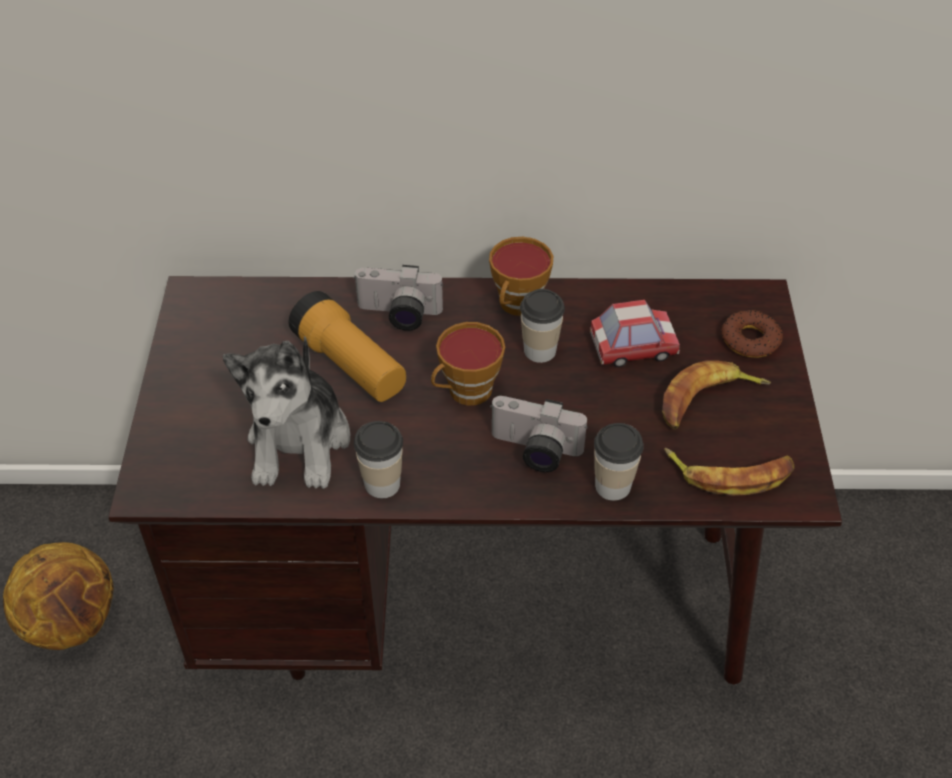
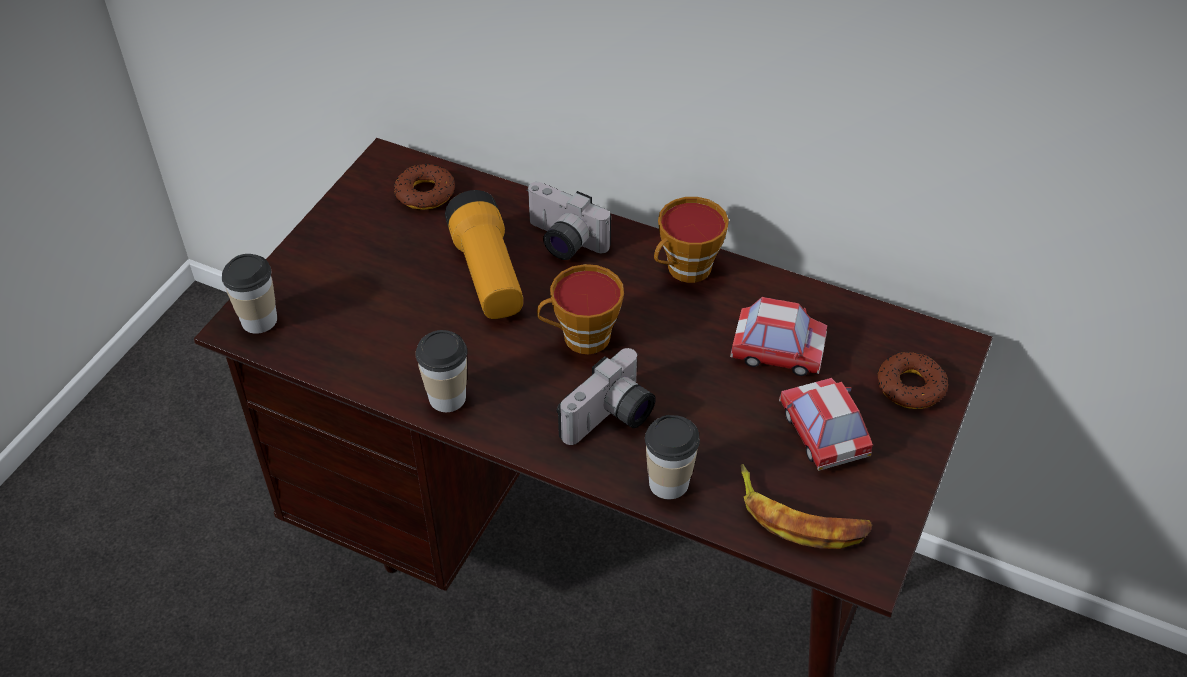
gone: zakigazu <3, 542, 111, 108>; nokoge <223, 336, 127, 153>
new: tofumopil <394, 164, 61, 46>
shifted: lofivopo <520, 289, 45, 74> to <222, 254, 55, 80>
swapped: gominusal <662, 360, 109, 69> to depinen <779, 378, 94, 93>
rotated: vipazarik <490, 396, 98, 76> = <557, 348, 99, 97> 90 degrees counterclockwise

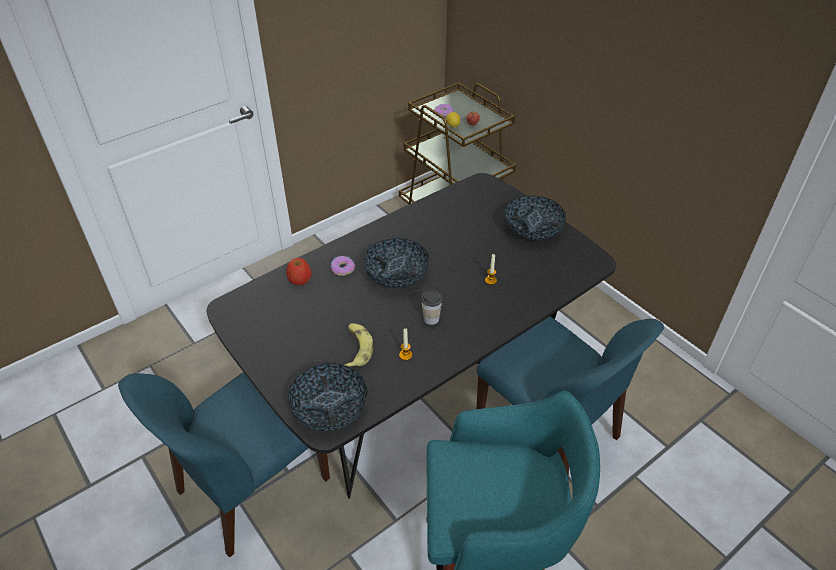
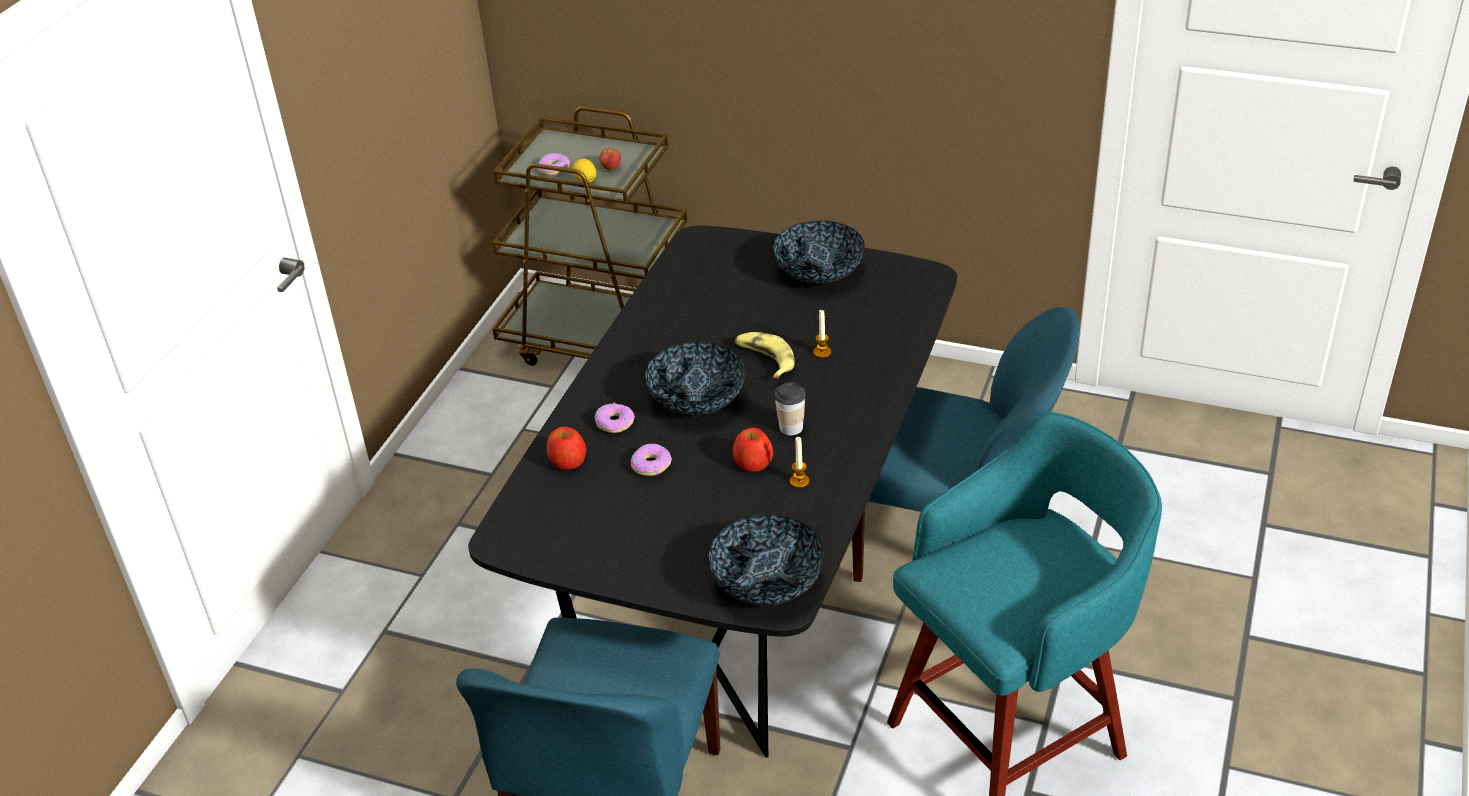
new: tofumopil <631, 444, 41, 32>; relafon <733, 428, 40, 44>
shifted: gominusal <345, 323, 28, 44> to <735, 332, 59, 46>

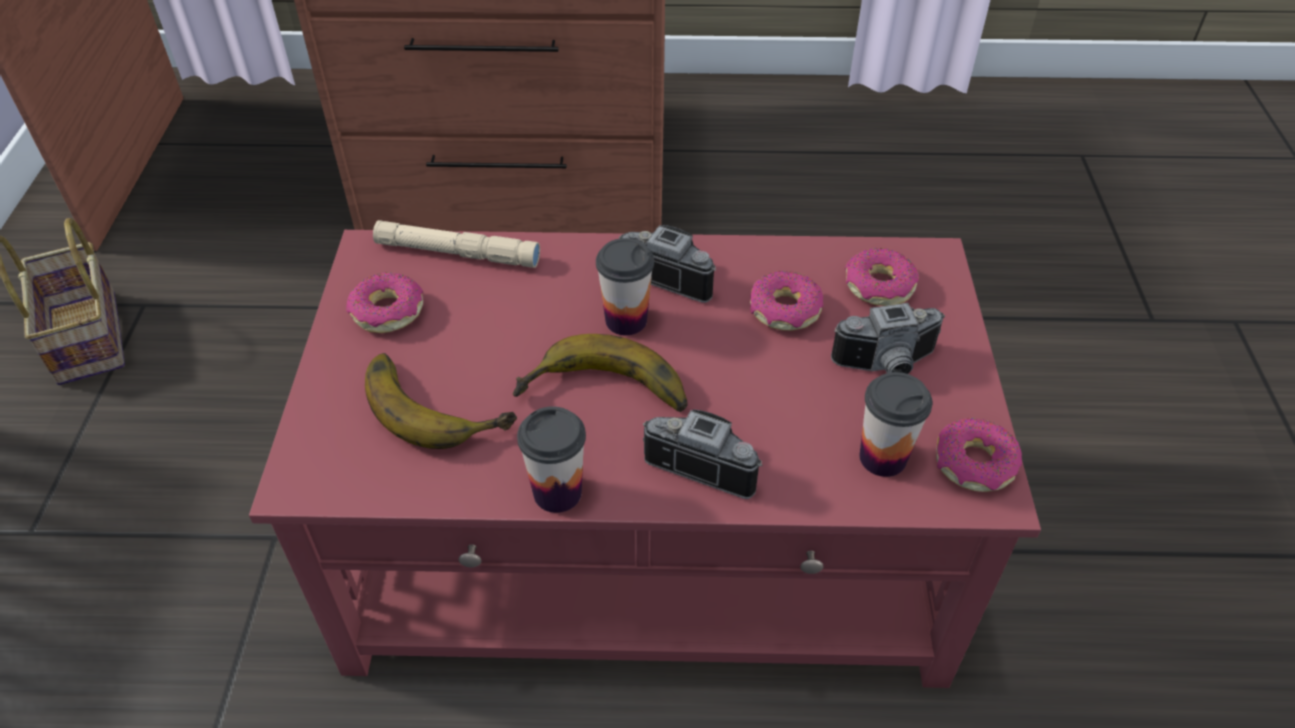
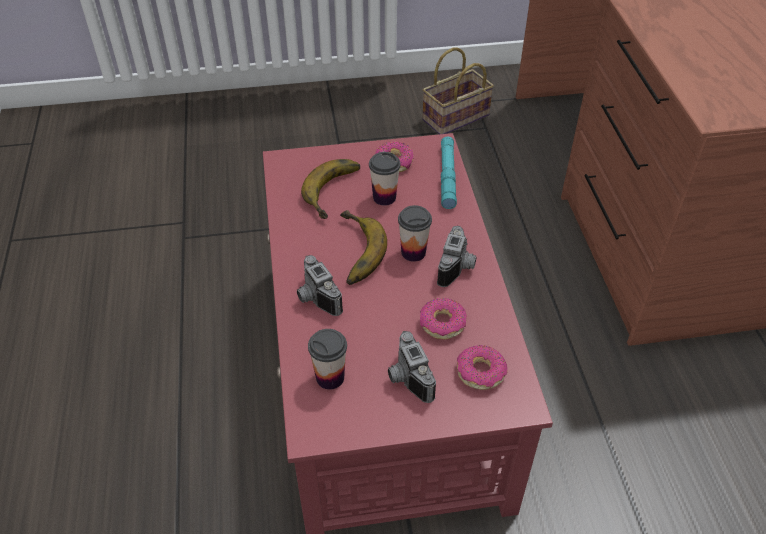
gone: tofumopil <936, 418, 86, 74>
shifted: lofivopo <517, 406, 69, 107> to <369, 152, 31, 54>
repainted: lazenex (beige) <373, 220, 167, 48> to lazenex (turquoise) <441, 137, 16, 72>
rotated: vipazarik <643, 409, 119, 90> = <297, 255, 46, 61> 135 degrees clockwise

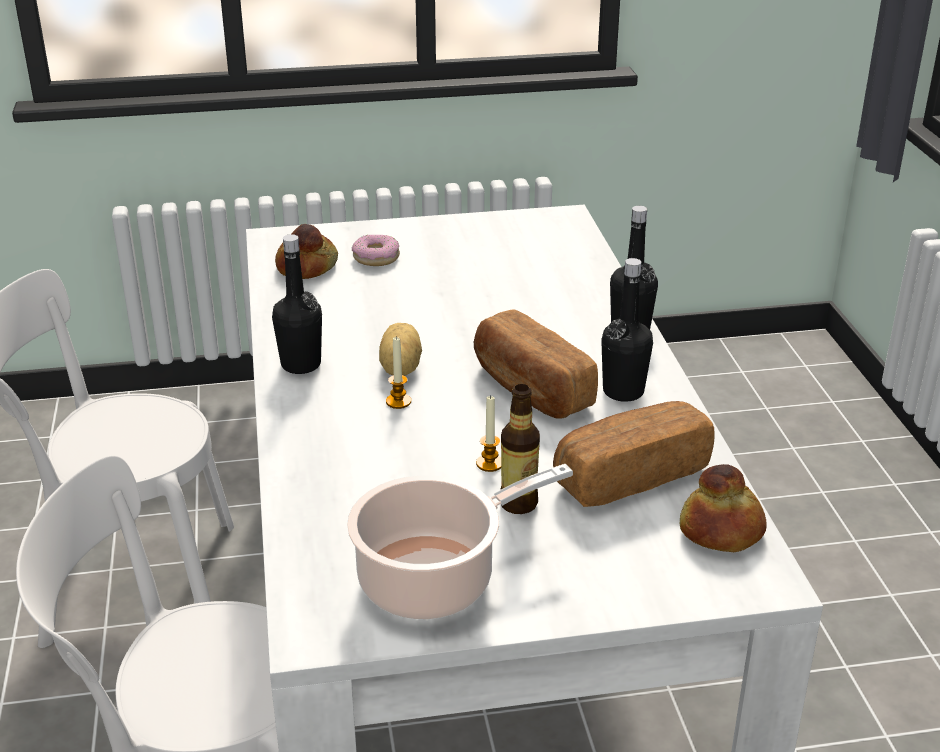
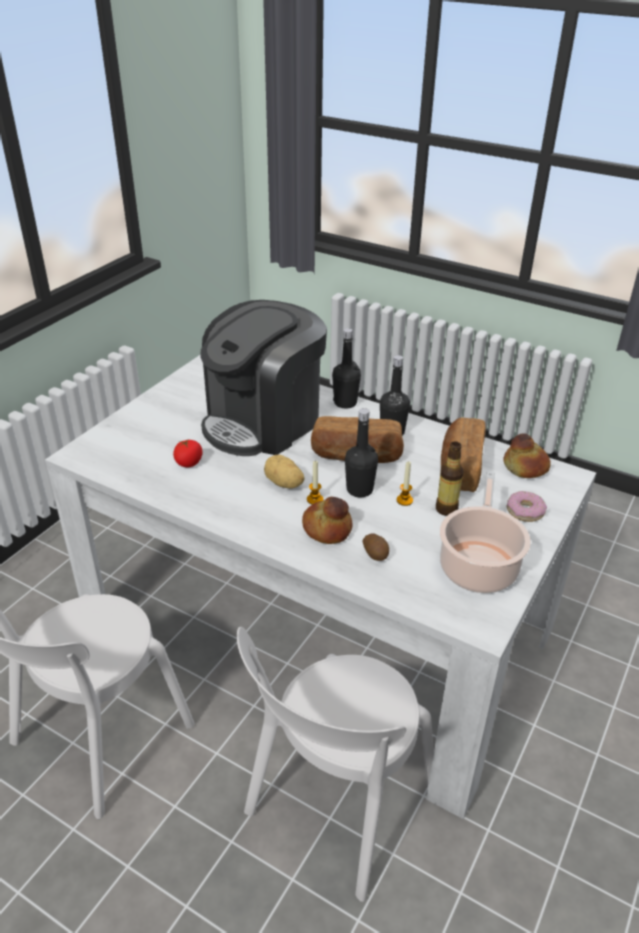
new: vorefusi <173, 439, 30, 28>; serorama <200, 300, 127, 156>; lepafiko <363, 533, 26, 28>
shifted: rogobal <275, 224, 63, 55> to <302, 497, 50, 47>; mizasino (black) <272, 234, 50, 140> to <345, 408, 33, 89>; tofumopil <352, 234, 48, 32> to <507, 491, 40, 31>

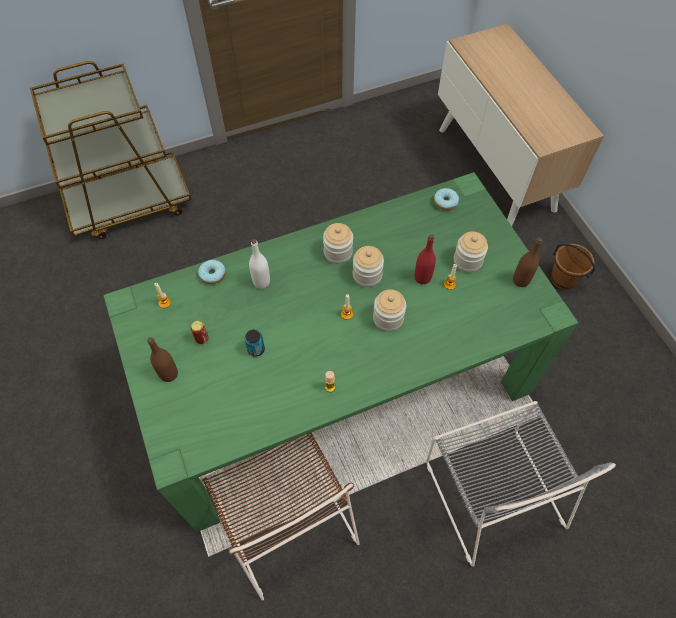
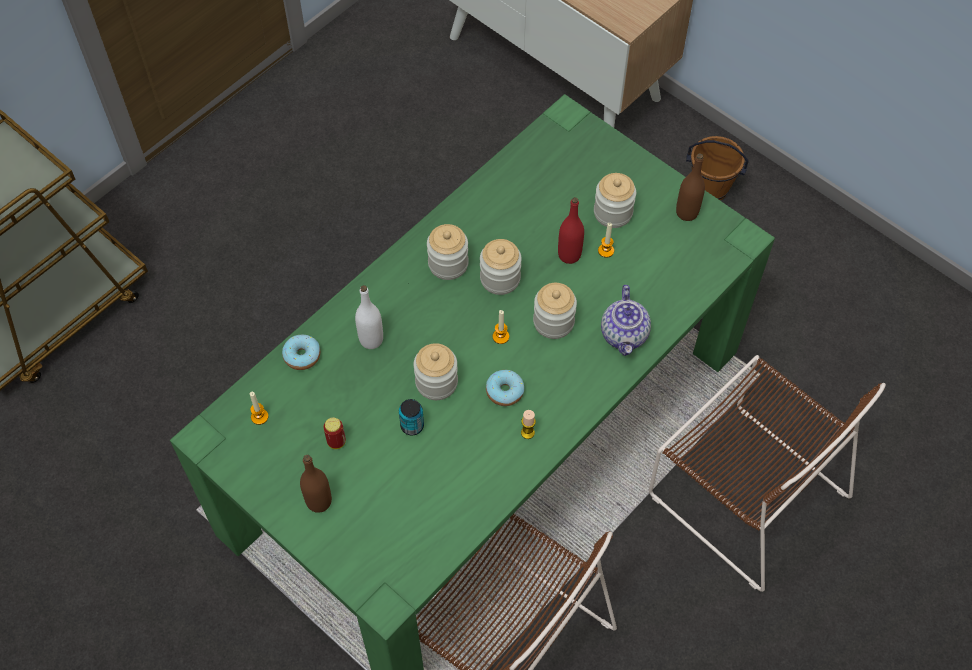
new: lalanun <414, 343, 44, 57>; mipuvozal <601, 285, 50, 71>
shifted: tofumopil <434, 188, 25, 23> to <486, 370, 38, 36>
repainted: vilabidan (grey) <426, 401, 190, 166> to vilabidan (brown) <649, 355, 237, 237>

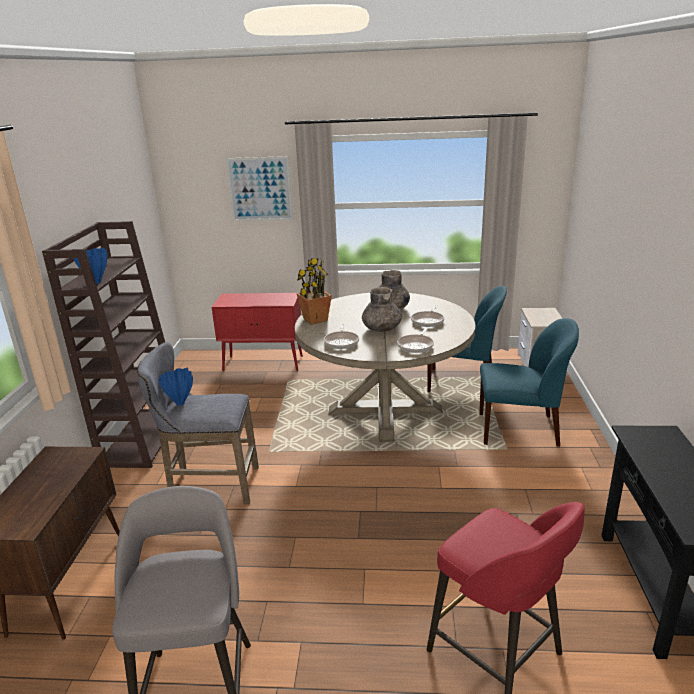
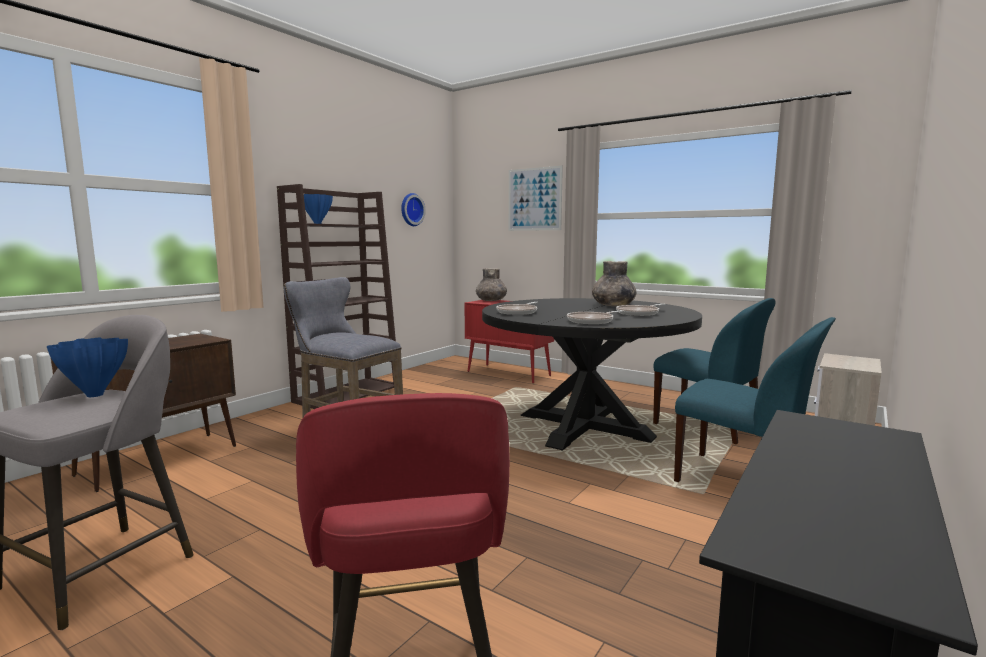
gone: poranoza <296, 257, 36, 68>
new: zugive <401, 193, 25, 33>
shifted: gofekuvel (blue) <158, 368, 35, 38> to <47, 338, 81, 59>; gofekuvel (grey) <362, 287, 40, 45> to <476, 268, 31, 33>
repainted: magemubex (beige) <295, 293, 180, 149> to magemubex (black) <482, 298, 220, 153>

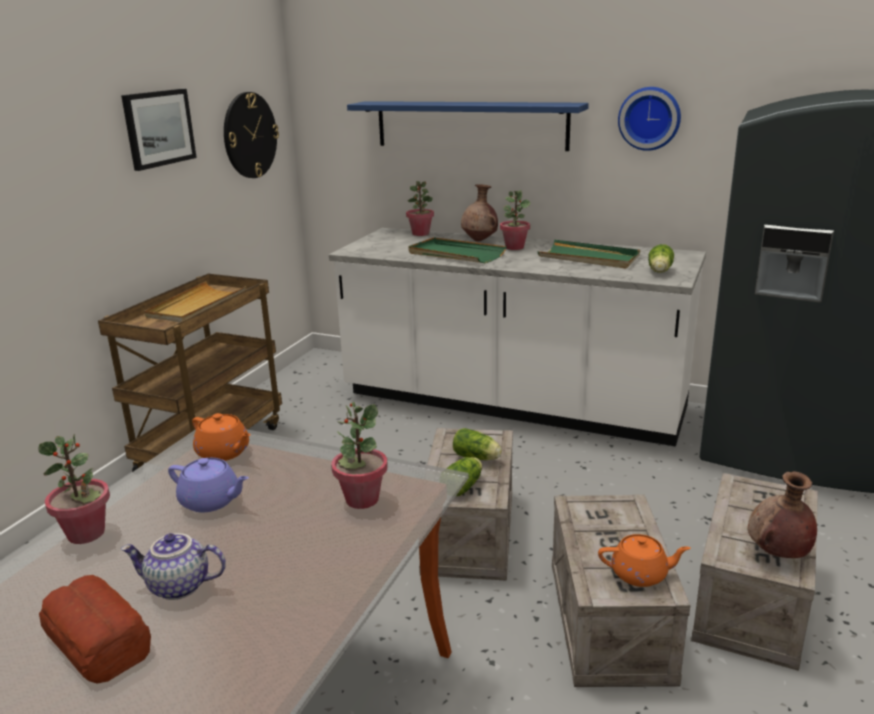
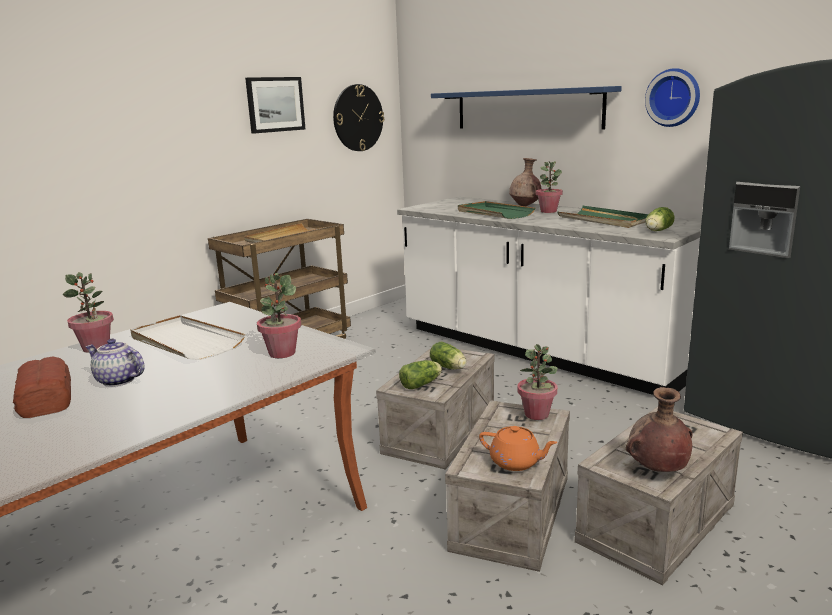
gone: mipuvozal (orange) <192, 413, 59, 48>
shifted: poranoza <406, 181, 28, 55> to <517, 344, 40, 76>
swapped: mipuvozal (purple) <168, 458, 81, 54> to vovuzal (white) <130, 315, 115, 45>

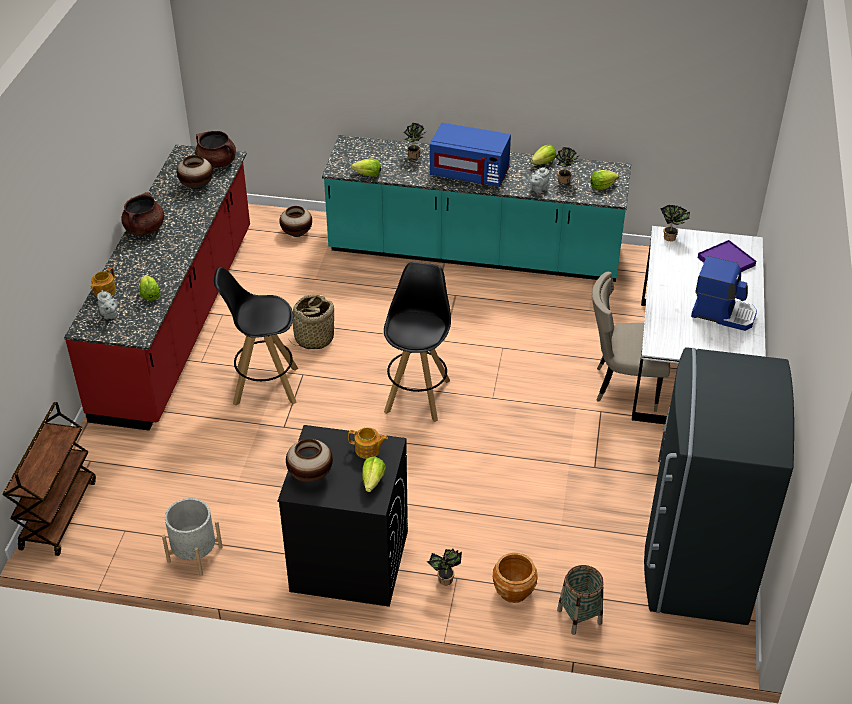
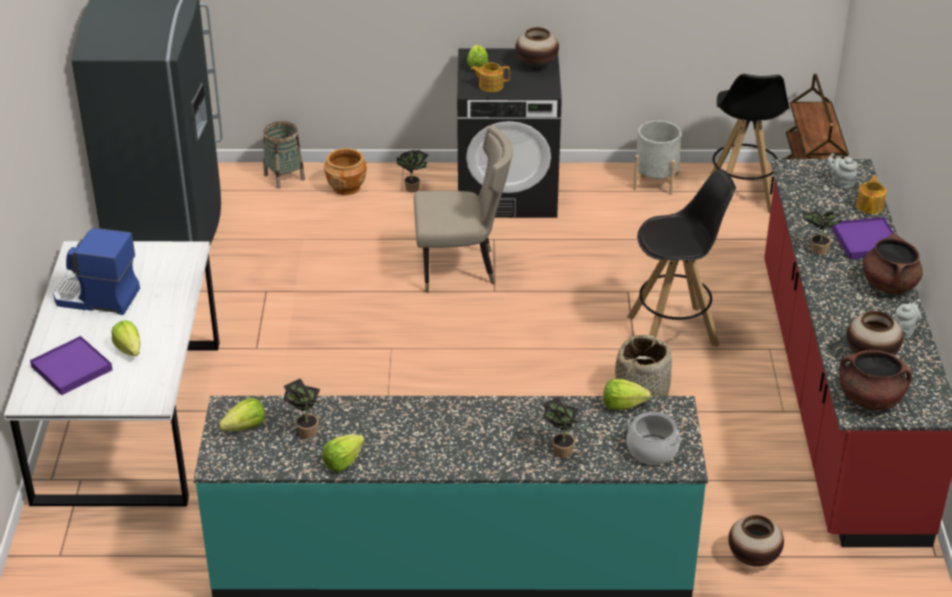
gone: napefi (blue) <430, 123, 81, 64>
new: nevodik <627, 412, 55, 53>; vovuzal (purple) <832, 217, 62, 43>
shifted: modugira <140, 275, 21, 26> to <111, 320, 29, 36>; vilabidan (beige) <592, 272, 78, 140> to <414, 125, 99, 168>; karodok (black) <384, 262, 67, 160> to <710, 74, 79, 139>; poranoza <660, 204, 30, 37> to <802, 210, 42, 45>; mipuvozal (grey) <529, 167, 20, 26> to <894, 299, 27, 40>

